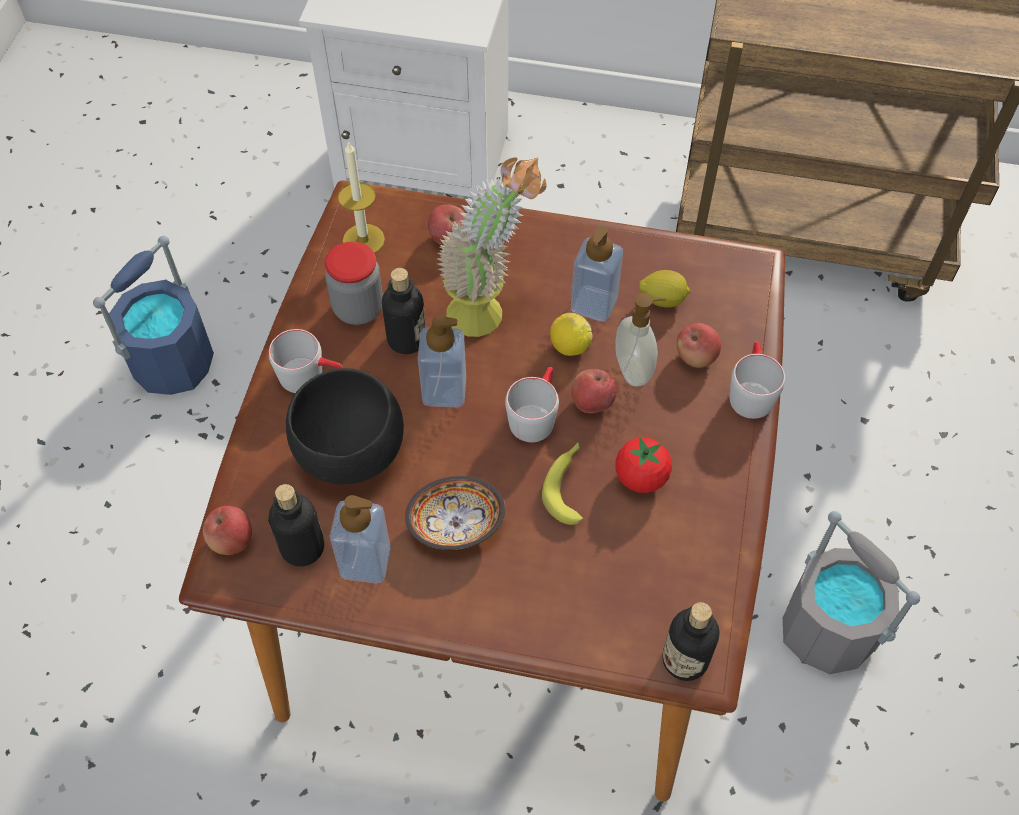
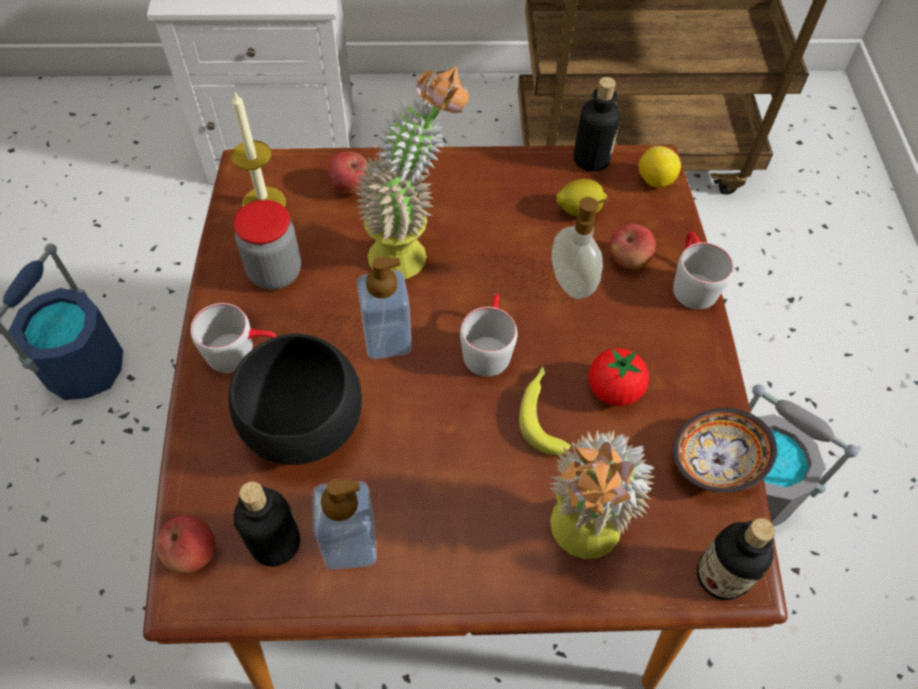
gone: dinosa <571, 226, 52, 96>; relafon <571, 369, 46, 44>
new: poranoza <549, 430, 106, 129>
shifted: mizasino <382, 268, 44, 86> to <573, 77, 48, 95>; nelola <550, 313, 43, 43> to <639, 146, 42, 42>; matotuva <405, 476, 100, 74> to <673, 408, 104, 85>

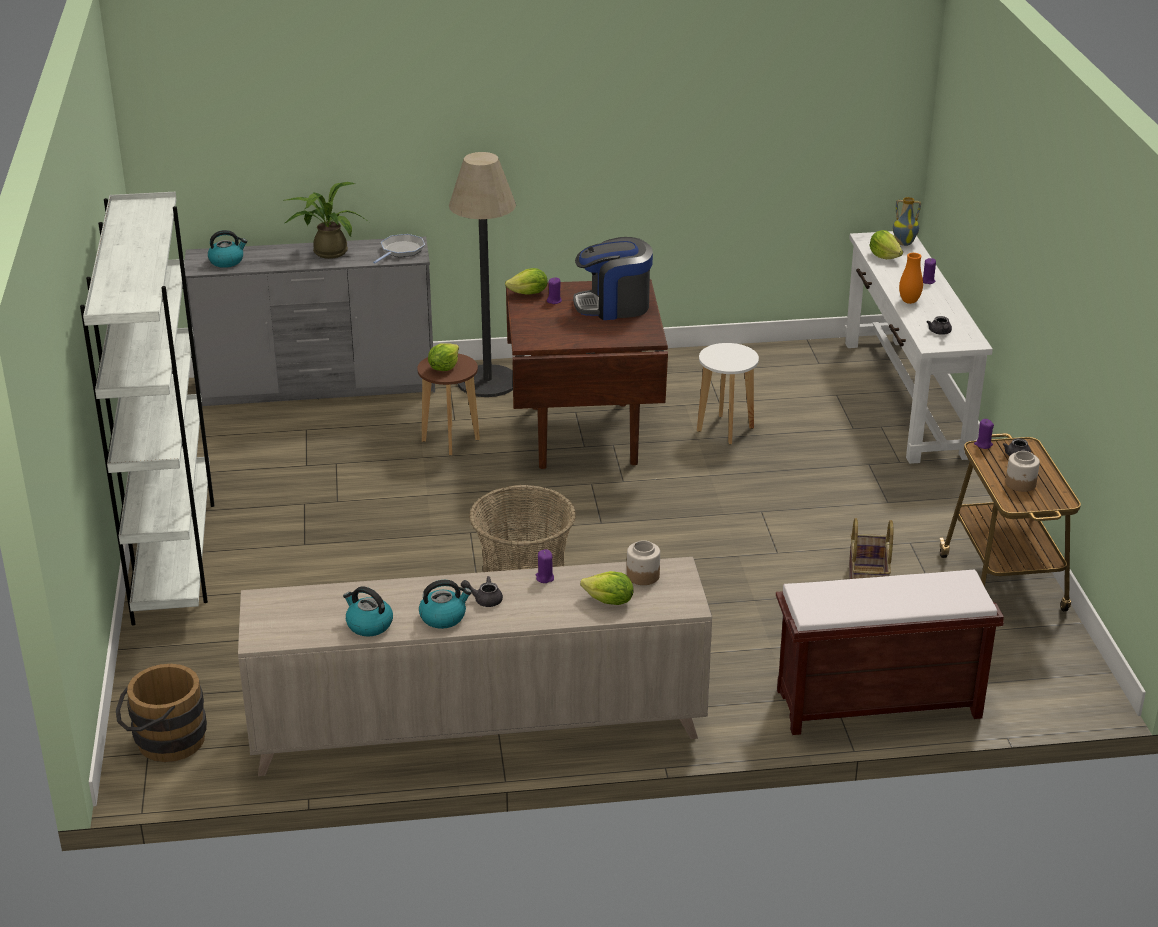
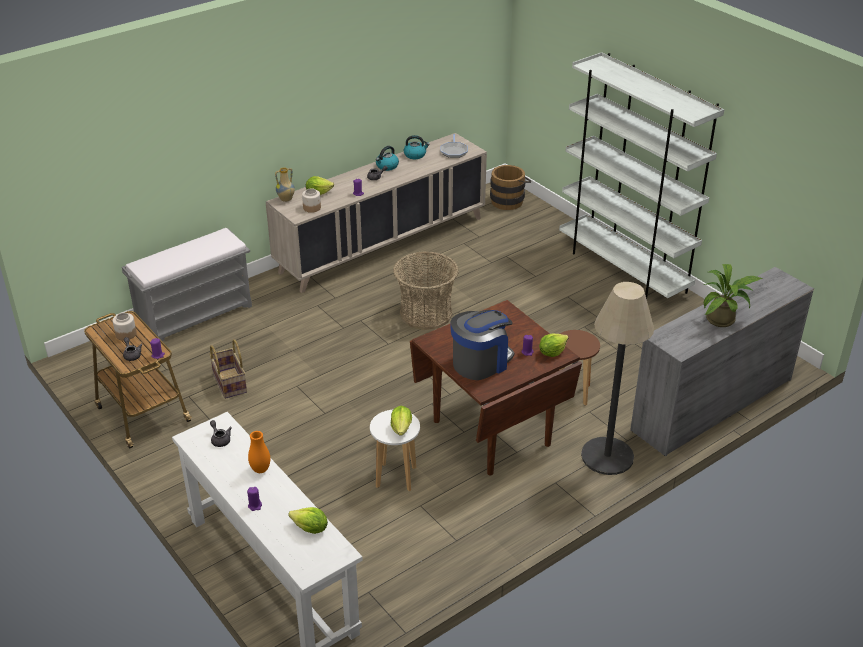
gone: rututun <208, 230, 39, 38>
shifted: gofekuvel <893, 197, 28, 49> to <275, 167, 20, 35>; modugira <428, 343, 31, 28> to <391, 406, 21, 30>; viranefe <373, 234, 52, 30> to <441, 134, 27, 24>
repainted: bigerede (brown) <776, 570, 228, 165> to bigerede (grey) <122, 228, 130, 114>

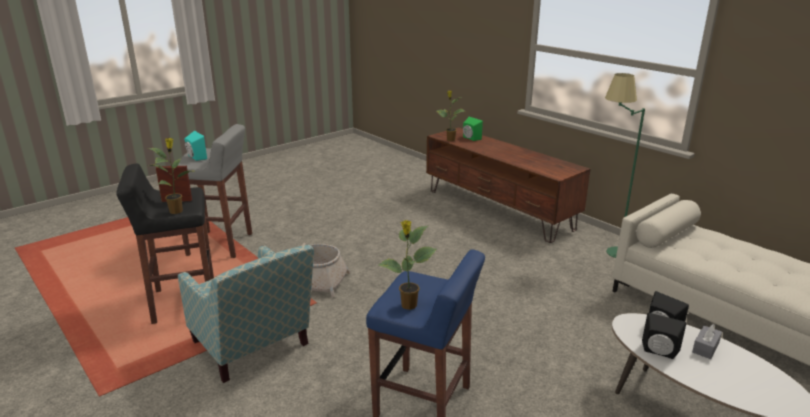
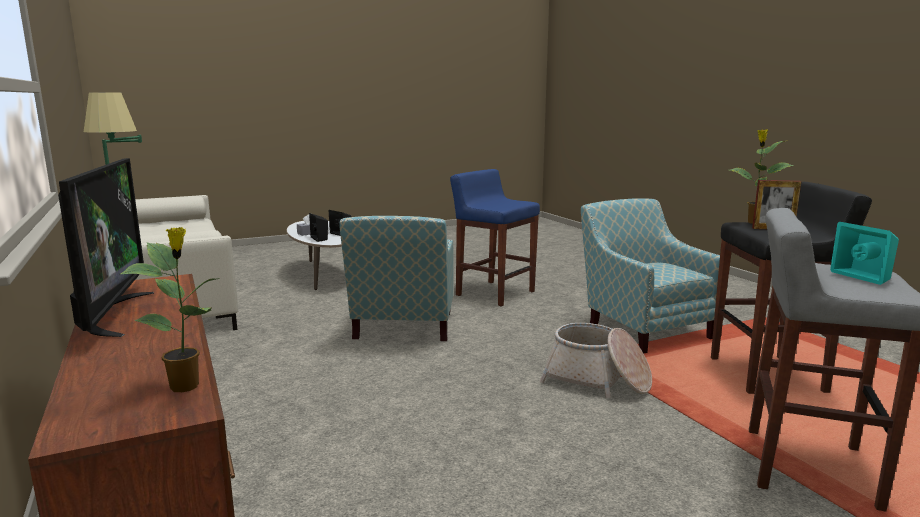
gone: poranoza <378, 220, 59, 90>; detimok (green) <463, 117, 20, 24>
new: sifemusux <58, 158, 96, 179>; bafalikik <339, 216, 115, 125>

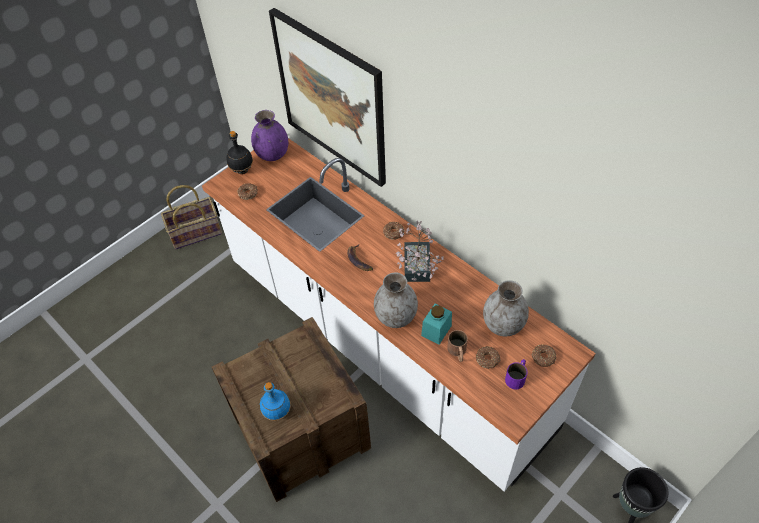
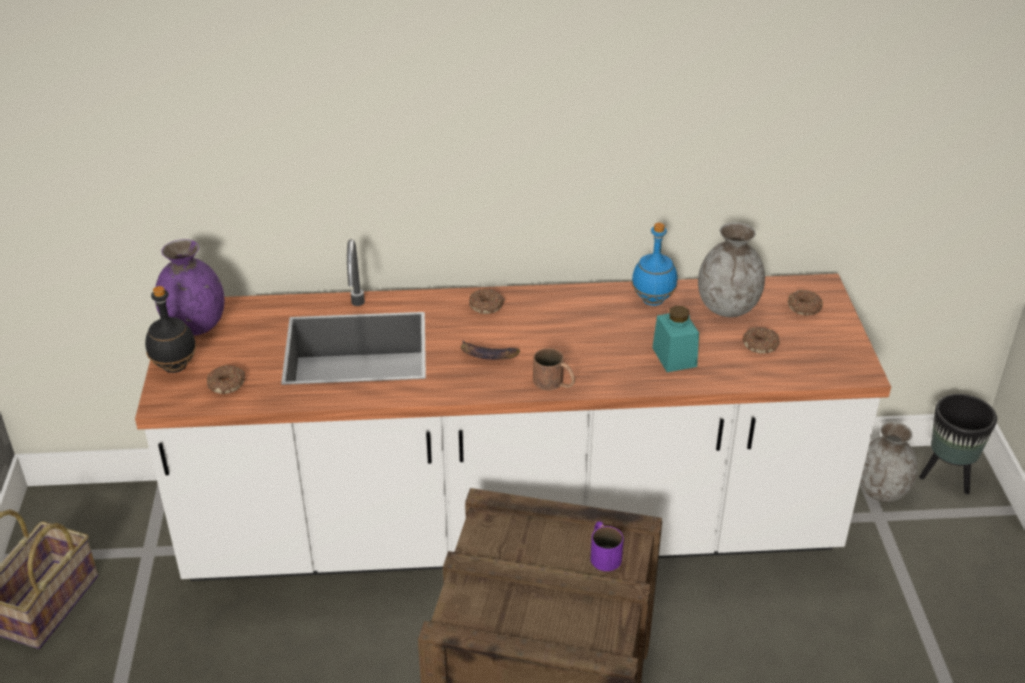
gone: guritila <269, 8, 117, 179>; poranoza <396, 221, 48, 61>
shifted: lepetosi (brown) <447, 330, 21, 32> to <533, 348, 42, 42>; lepetosi (purple) <505, 359, 22, 31> to <591, 521, 33, 50>; mizasino (blue) <260, 382, 31, 39> to <632, 223, 45, 83>; gofekuvel (grey) <374, 272, 44, 56> to <860, 422, 58, 80>

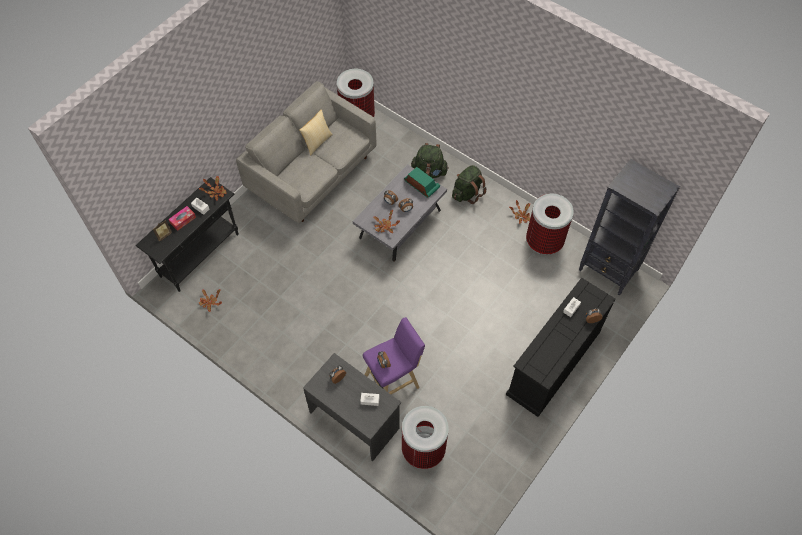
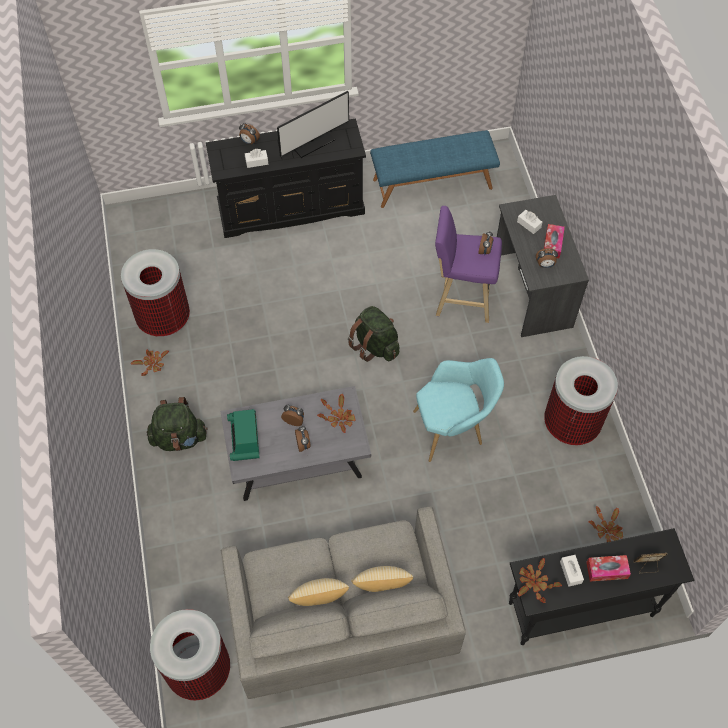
gone: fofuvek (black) <579, 159, 101, 137>
new: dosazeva <277, 91, 72, 67>; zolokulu <351, 566, 62, 26>; bigerede (blue) <370, 130, 130, 78>; bafalikik (turquoise) <413, 358, 91, 104>; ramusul <544, 224, 21, 34>
shifted: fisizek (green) <411, 143, 38, 35> to <348, 306, 51, 56>; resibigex <402, 406, 47, 63> to <544, 356, 74, 89>

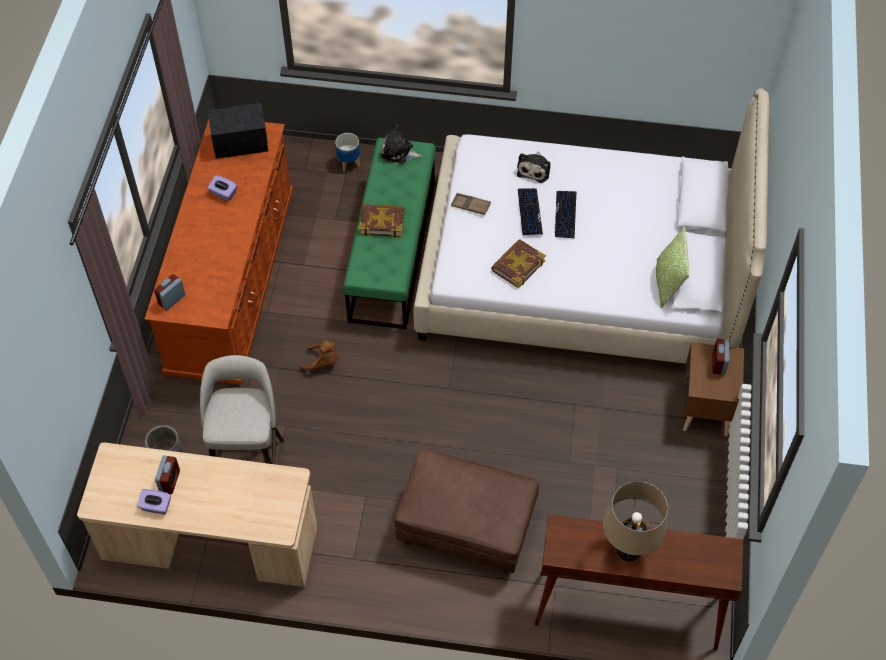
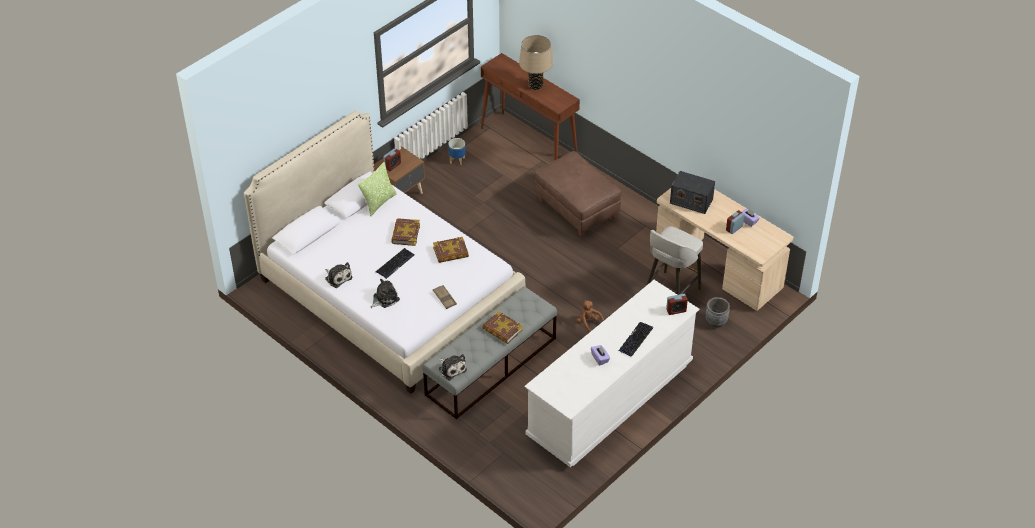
new: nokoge <325, 262, 27, 26>; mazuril <391, 218, 29, 28>
shifted: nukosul <335, 133, 25, 38> to <448, 138, 18, 27>; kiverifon <518, 188, 25, 47> to <619, 322, 34, 35>; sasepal <208, 103, 60, 56> to <670, 171, 45, 43>
repainted: bigerede (green) <343, 138, 93, 191> to bigerede (grey) <422, 286, 135, 133>; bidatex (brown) <145, 119, 148, 265> to bidatex (white) <524, 280, 176, 187>

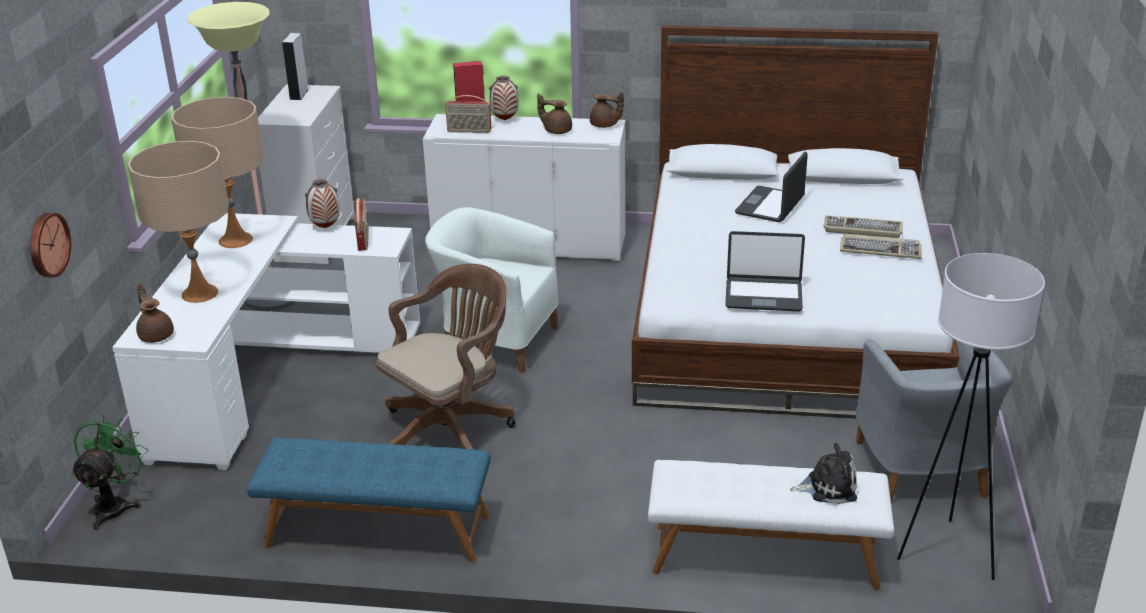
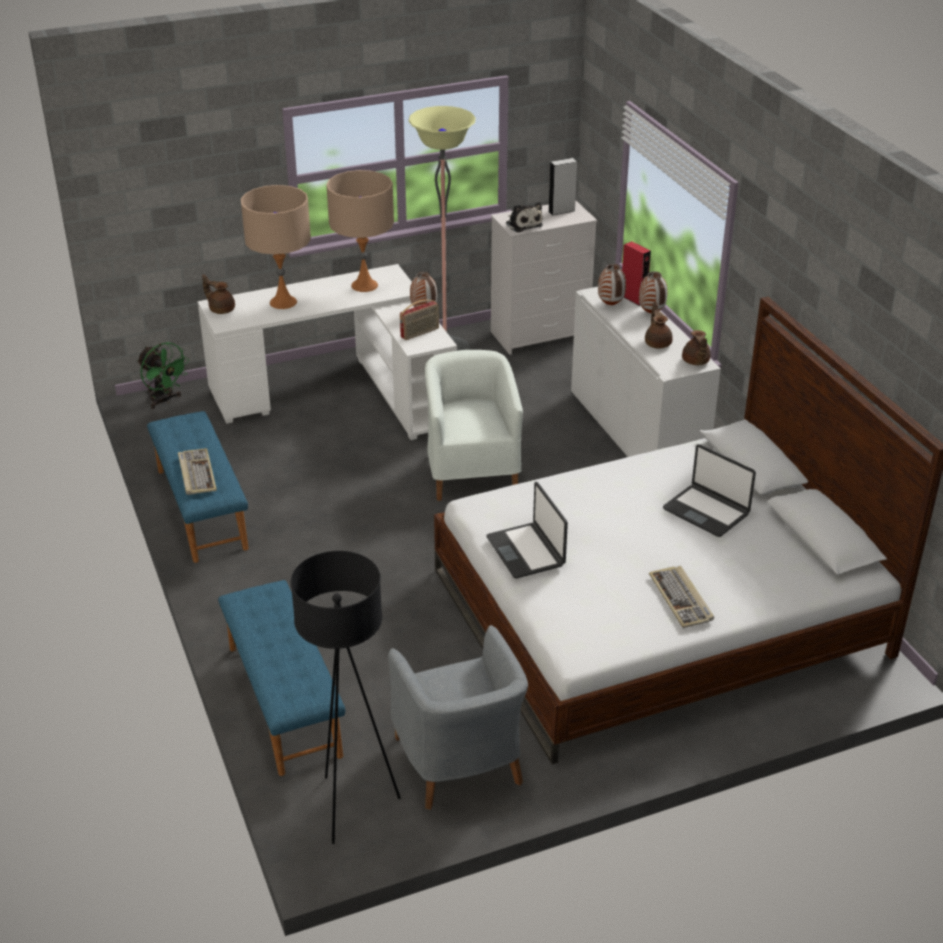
gone: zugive <30, 213, 41, 65>; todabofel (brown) <376, 264, 140, 185>
shifted: kiverifon <824, 216, 79, 22> to <178, 448, 39, 47>; nokoge <790, 443, 67, 61> to <506, 202, 37, 30>
swapped: sasepal <445, 95, 46, 38> to gofekuvel <598, 264, 28, 41>
repainted: bigerede (white) <648, 460, 246, 130> to bigerede (blue) <218, 580, 127, 196>; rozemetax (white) <897, 253, 148, 327> to rozemetax (black) <291, 551, 110, 293>
rotated: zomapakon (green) <71, 415, 77, 115> = <137, 342, 52, 67> 60 degrees clockwise; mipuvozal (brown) <136, 284, 38, 59> = <202, 274, 33, 40> 90 degrees counterclockwise; bafalikik (grey) <856, 339, 156, 164> = <388, 625, 140, 185> 75 degrees counterclockwise; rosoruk <735, 151, 73, 71> = <663, 444, 93, 93> 135 degrees counterclockwise

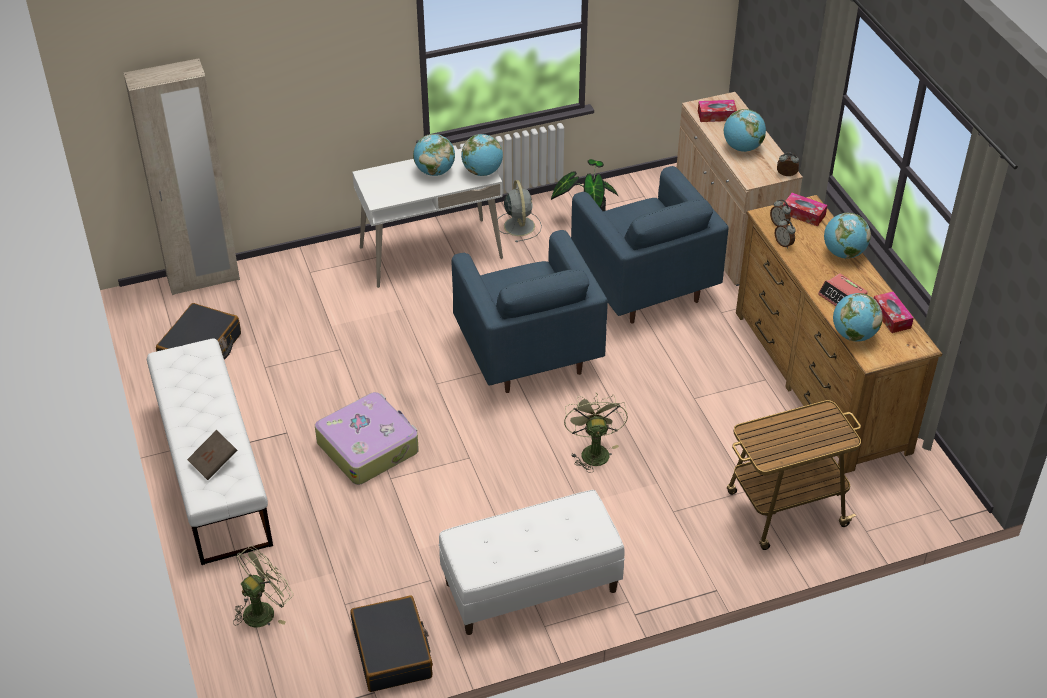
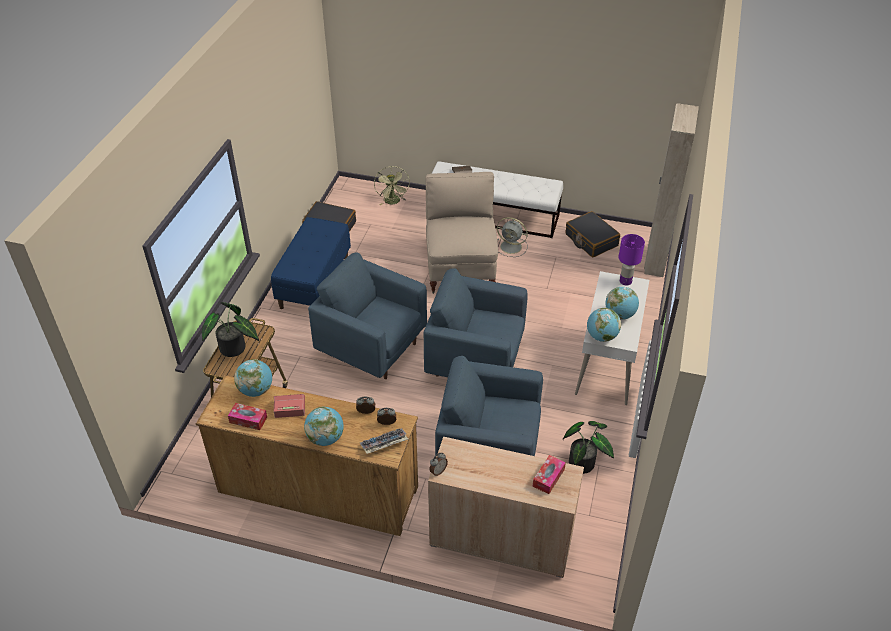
gone: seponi <723, 109, 43, 43>
new: poranoza <202, 302, 57, 55>; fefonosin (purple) <619, 234, 26, 52>
shifted: zomapakon (grey) <498, 180, 44, 62> to <497, 217, 31, 40>
swapped: zomapakon (green) <564, 392, 64, 81> to bafalikik (blue) <308, 253, 119, 126>; ramusul <783, 193, 44, 33> to kiverifon <360, 428, 48, 26>; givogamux <315, 392, 104, 93> to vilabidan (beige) <425, 172, 73, 122>
repainted: bigerede (white) <439, 490, 186, 145> to bigerede (blue) <271, 217, 80, 92>

